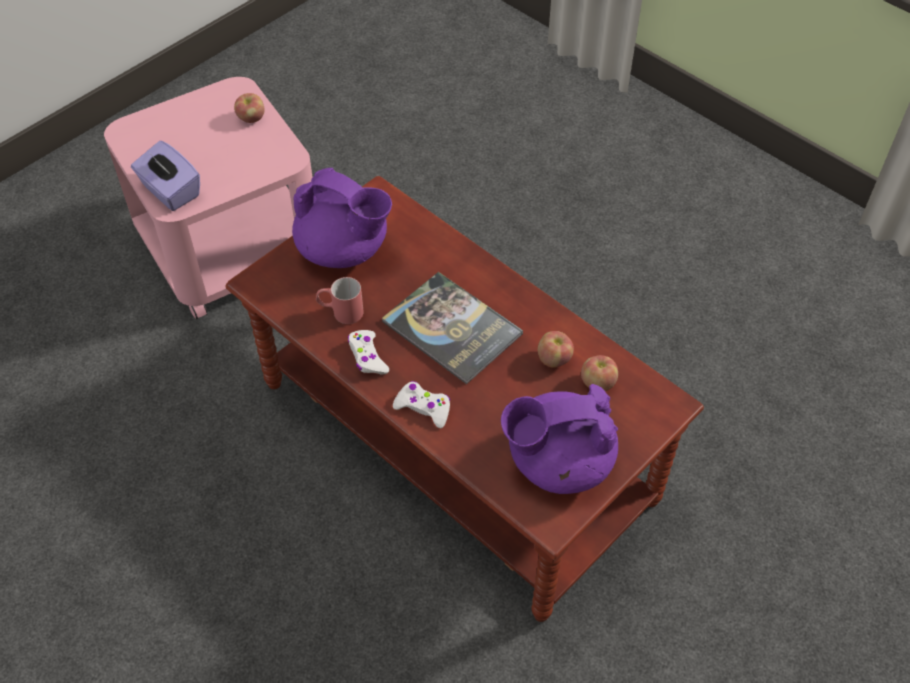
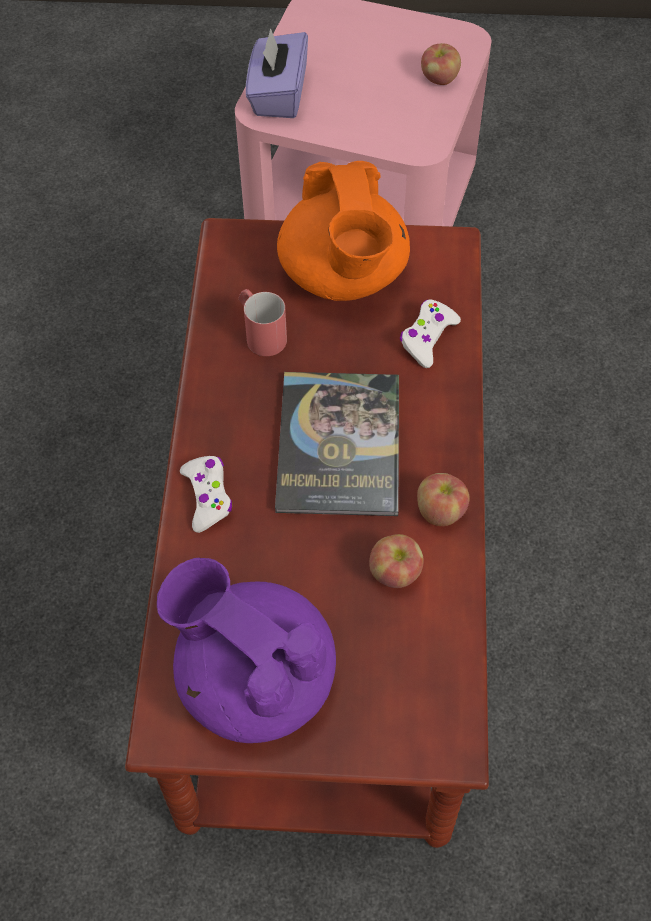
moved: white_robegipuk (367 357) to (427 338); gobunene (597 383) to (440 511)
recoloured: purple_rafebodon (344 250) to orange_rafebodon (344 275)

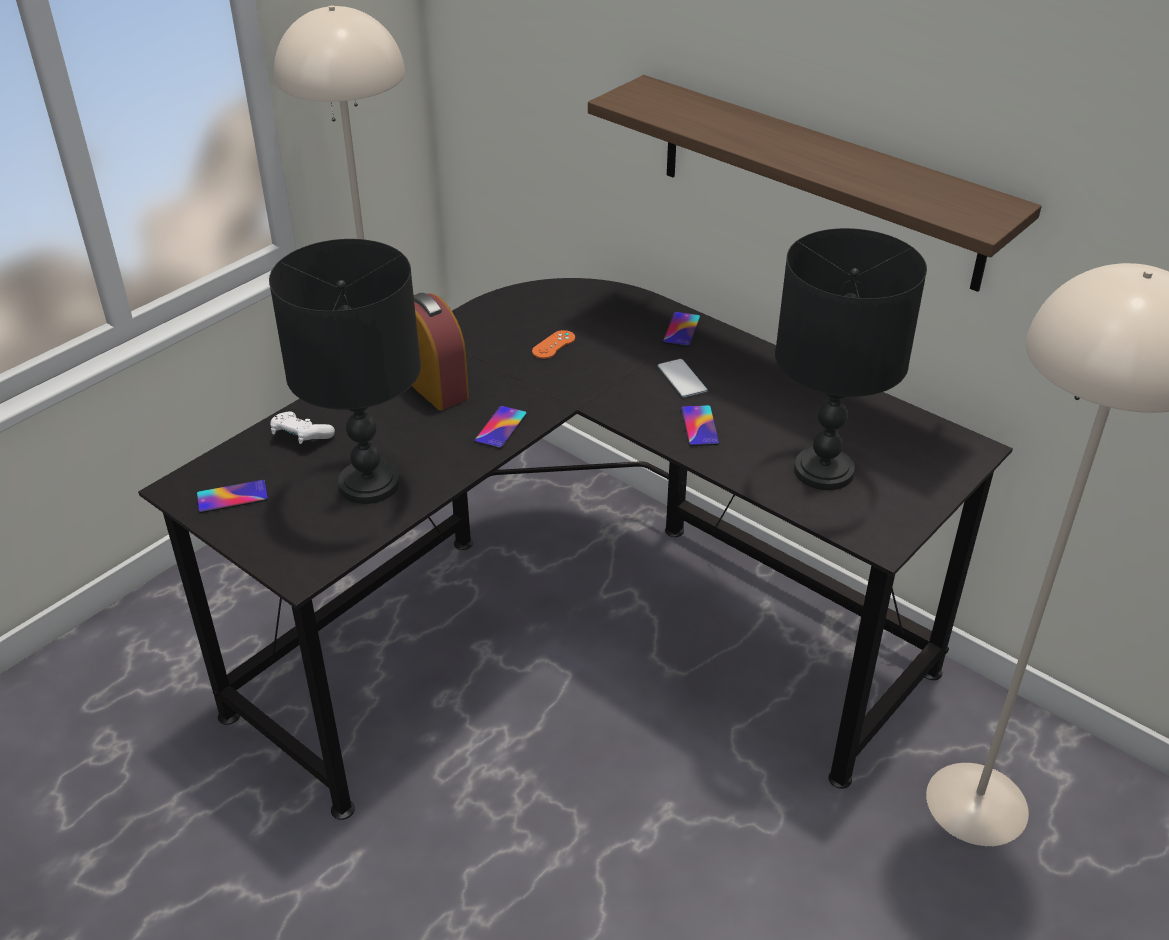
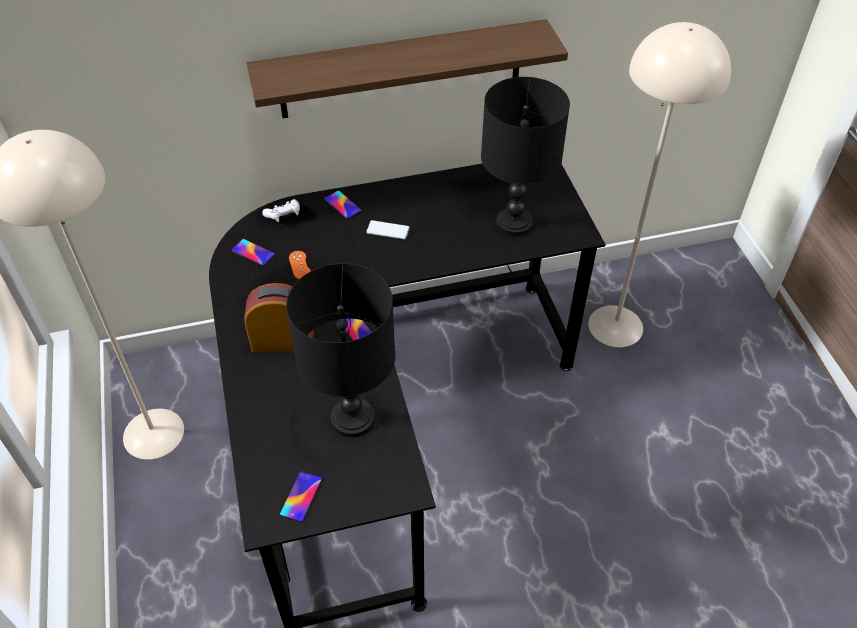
moved: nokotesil (699 426) to (253 253); white_robegipuk (301 437) to (284 216)

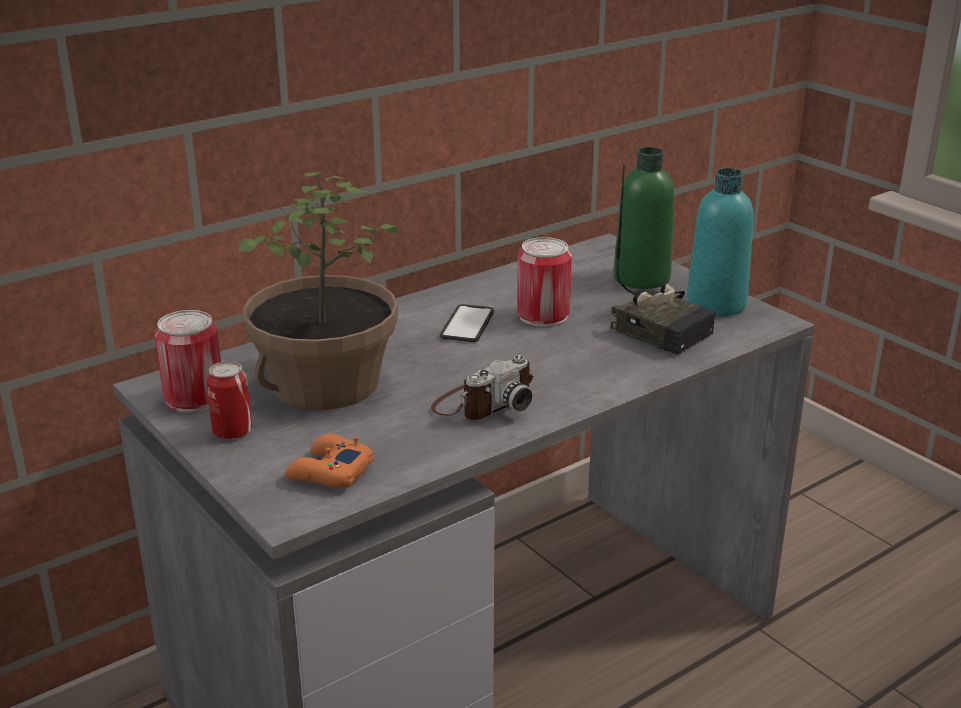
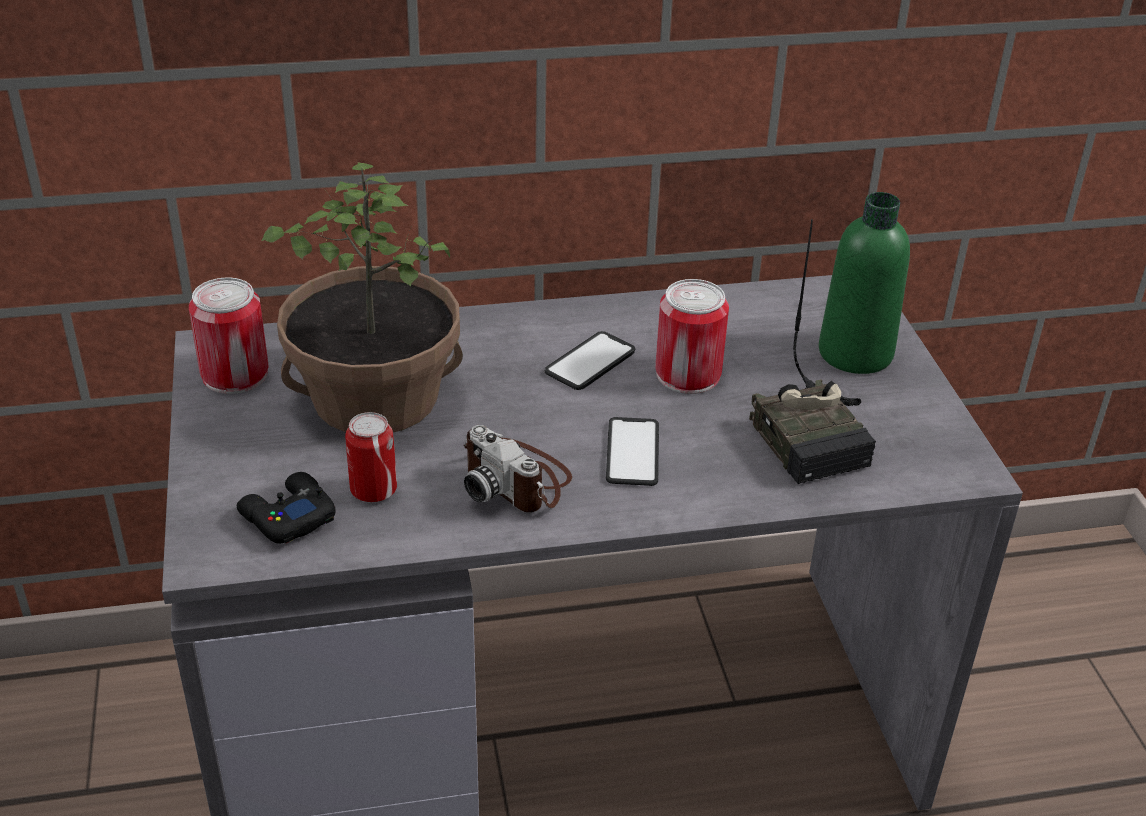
removed: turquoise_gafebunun (716 304)
added: nokotesil (632 453)
moved: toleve (232 432) to (373 490)
recoloured: orange_robegipuk (329 472) to black_robegipuk (287 516)
turned: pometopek (483 403) = (517 480) 60 degrees clockwise

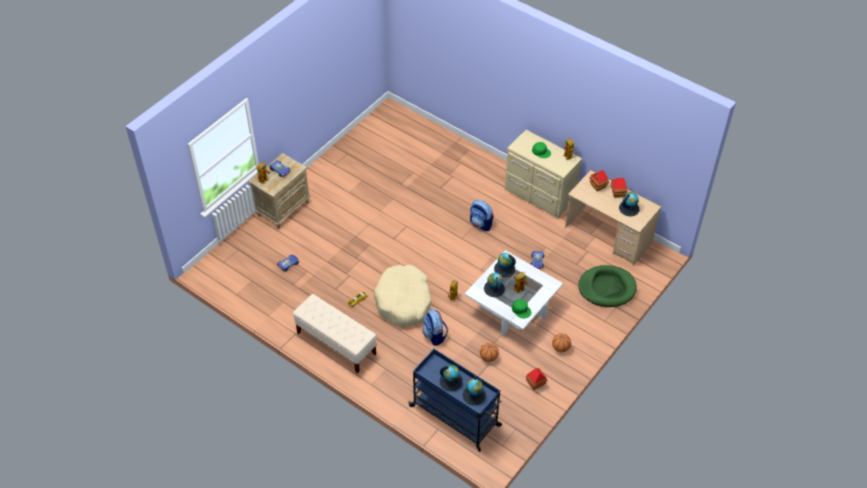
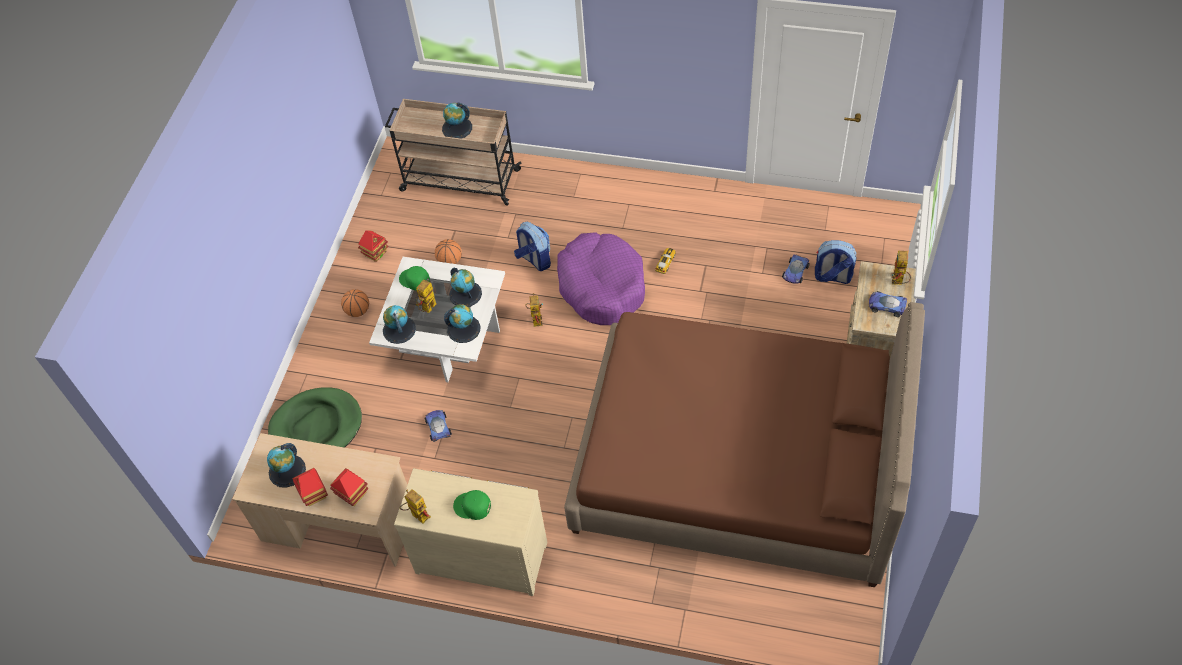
removed: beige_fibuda (336 344)
added: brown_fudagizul (737 464)
moved: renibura (474 395) to (399 330); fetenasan (481 224) to (832 276)
recoloured: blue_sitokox (456 416) to beige_sitokox (459 180); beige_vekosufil (403 301) to purple_vekosufil (602 286)

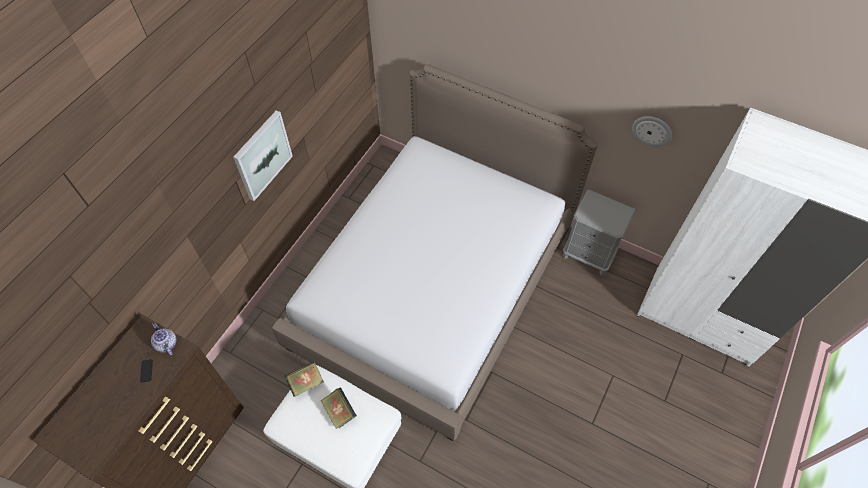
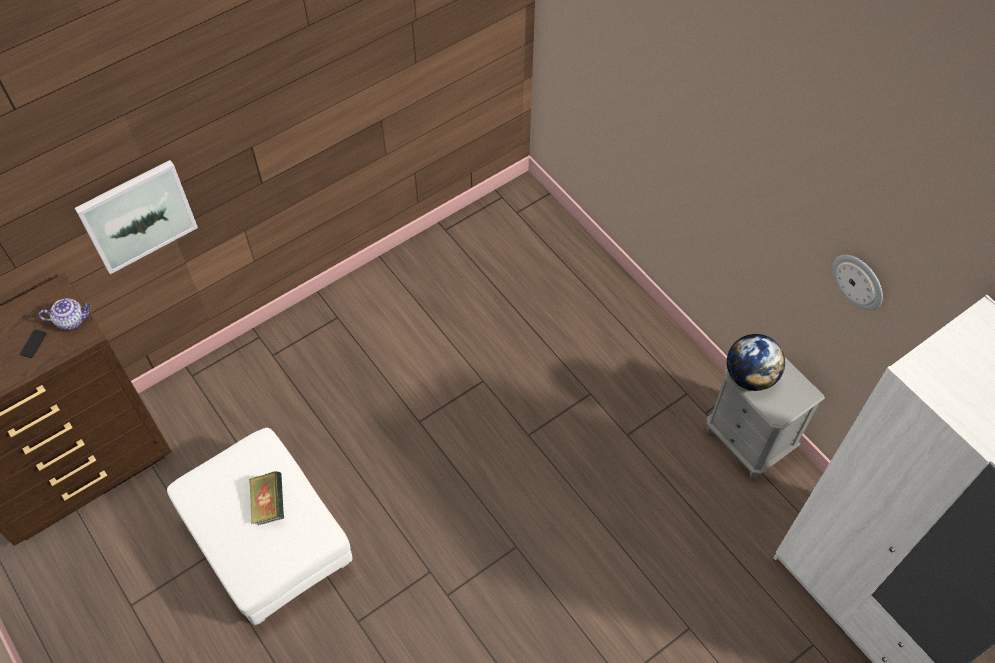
removed: fudagizul (434 287); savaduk (306 382)
added: renibura (750 376)
moved: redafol (262 155) to (137 215)
turned: rafebodon (166 343) = (72 320) 90 degrees clockwise

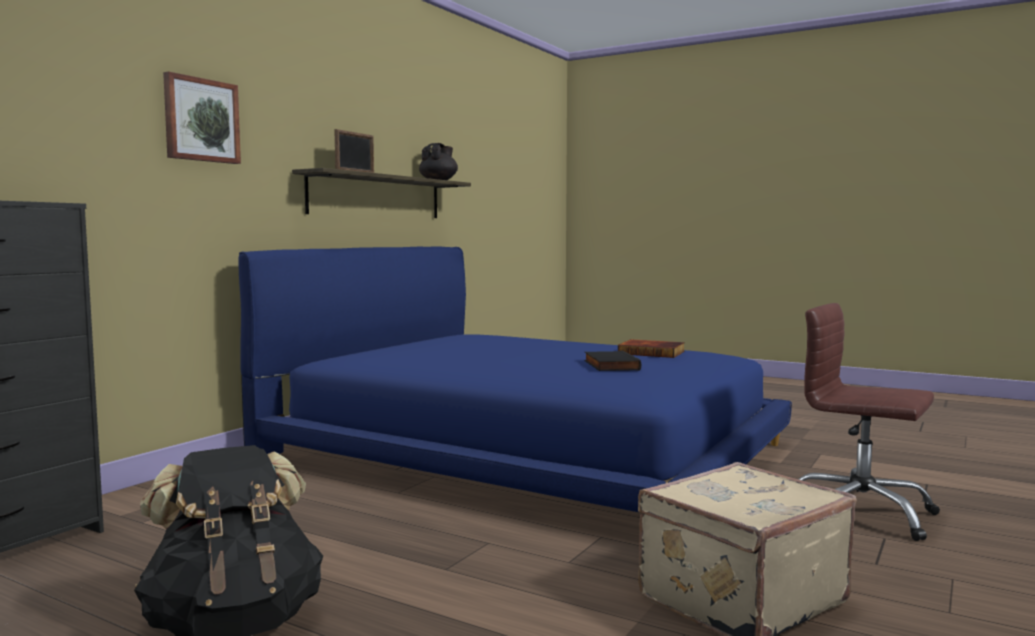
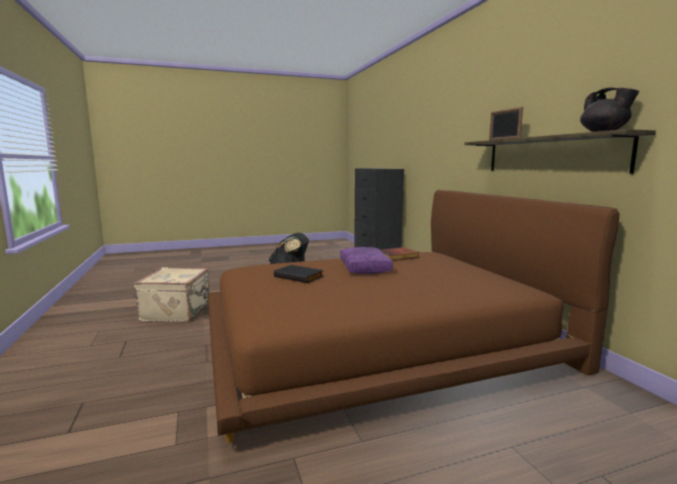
removed: redafol (201 120); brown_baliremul (860 513)
added: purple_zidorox (365 268)
moved: savaduk (652 352) to (397 257)
recoloured: blue_fudagizul (524 449) to brown_fudagizul (376 341)

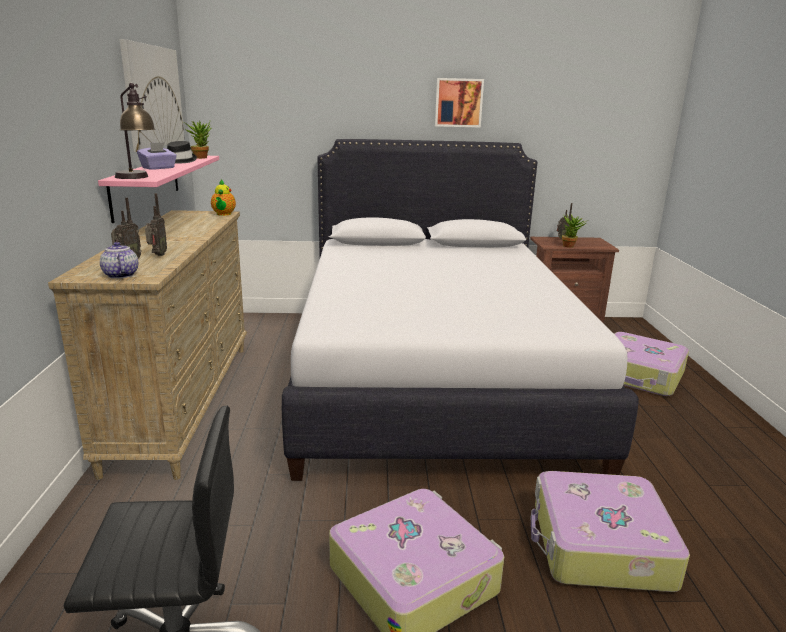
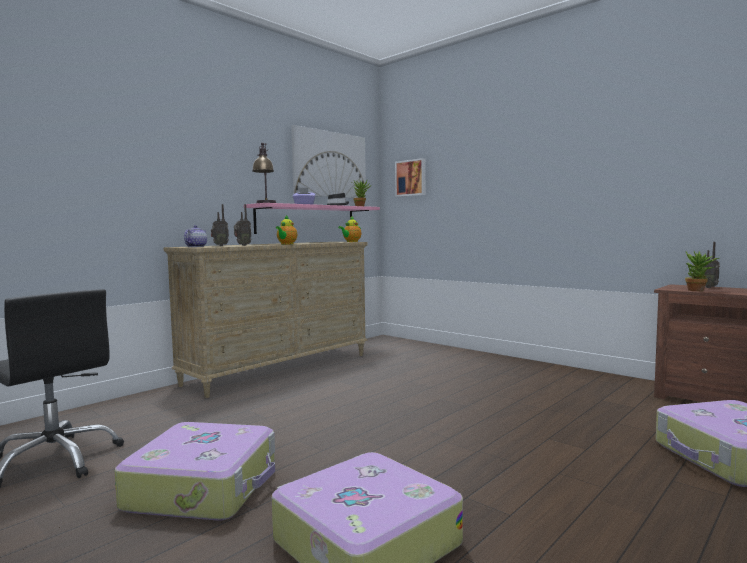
removed: white_fudagizul (432 376)
added: rafebodon (286 244)
moved: redafol (458 102) to (411 178)

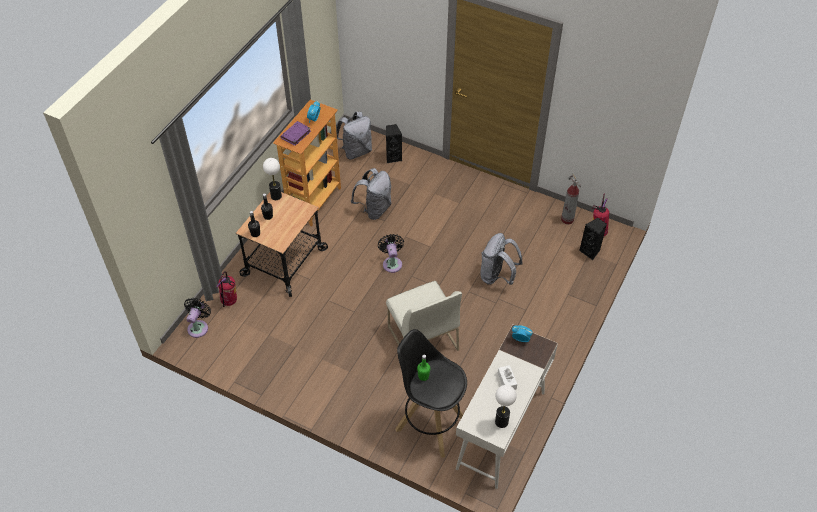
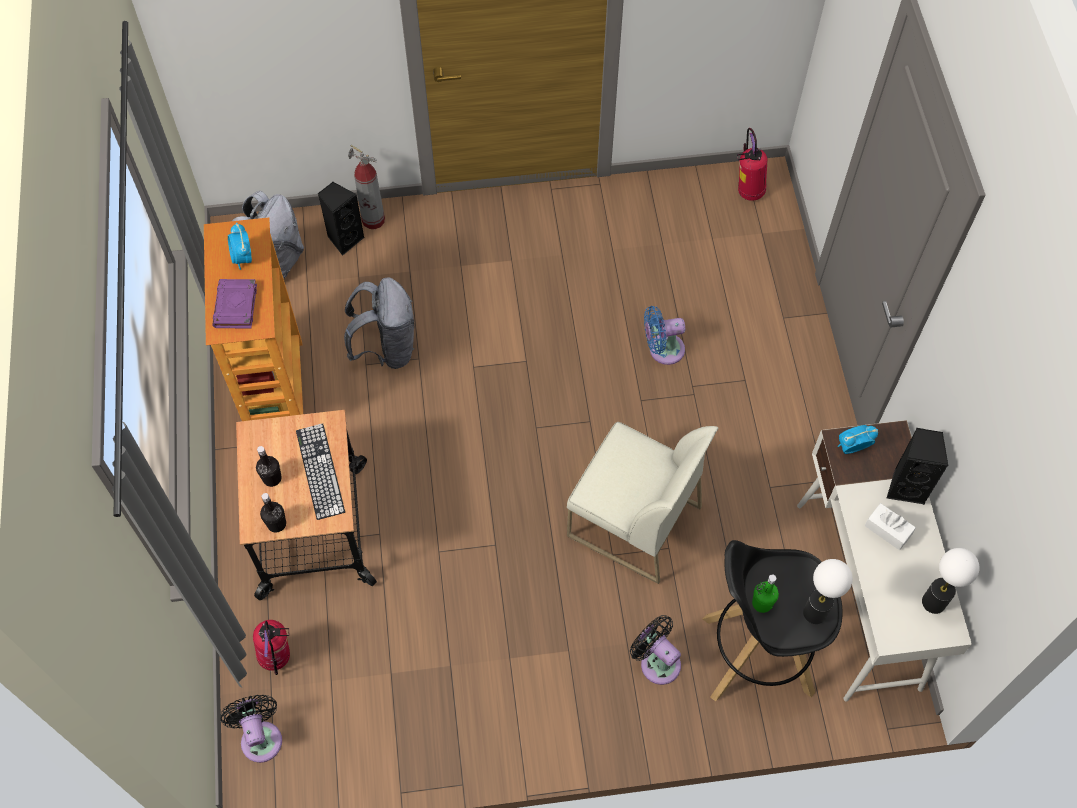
added: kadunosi (320 471)
moved: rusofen (567 219) to (373 220); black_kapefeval (392 263) to (657 661); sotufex (276 196) to (814 613); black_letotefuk (590 251) to (906 486)
replaced: grey_fetenasan (497 276) to blue_kapefeval (662 350)

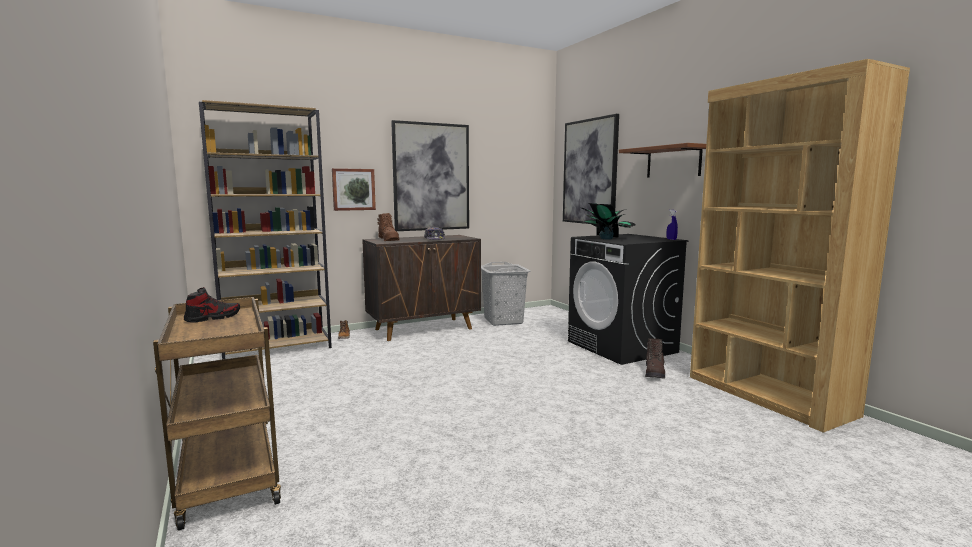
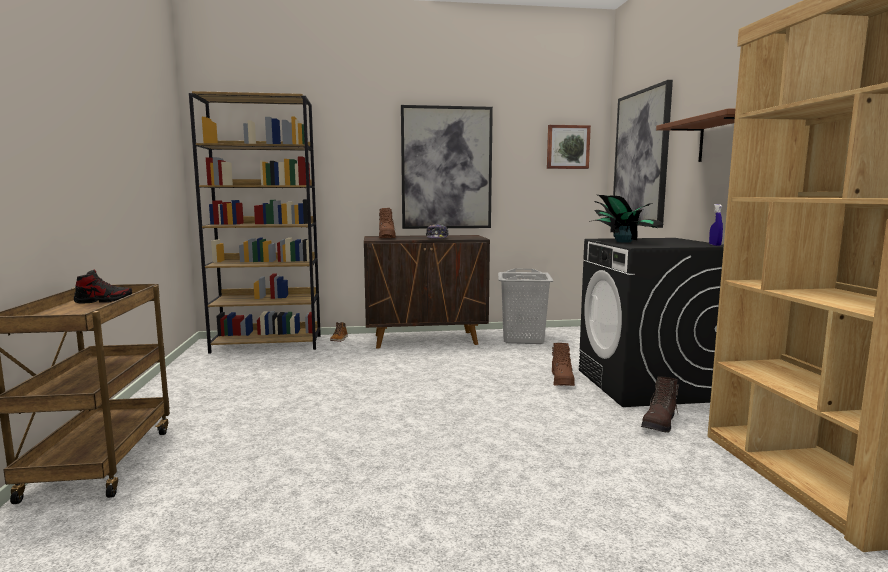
added: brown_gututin (562 380)
moved: redafol (353 189) to (567 147)

